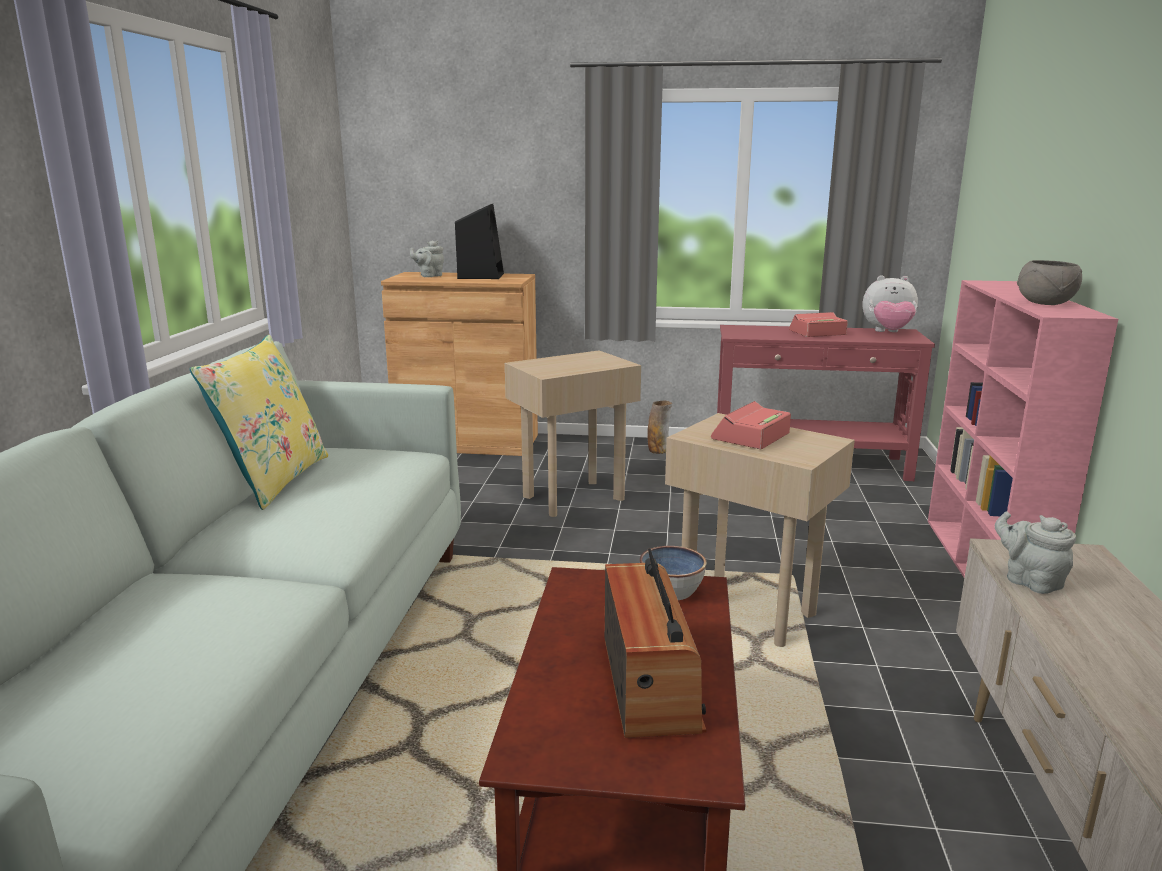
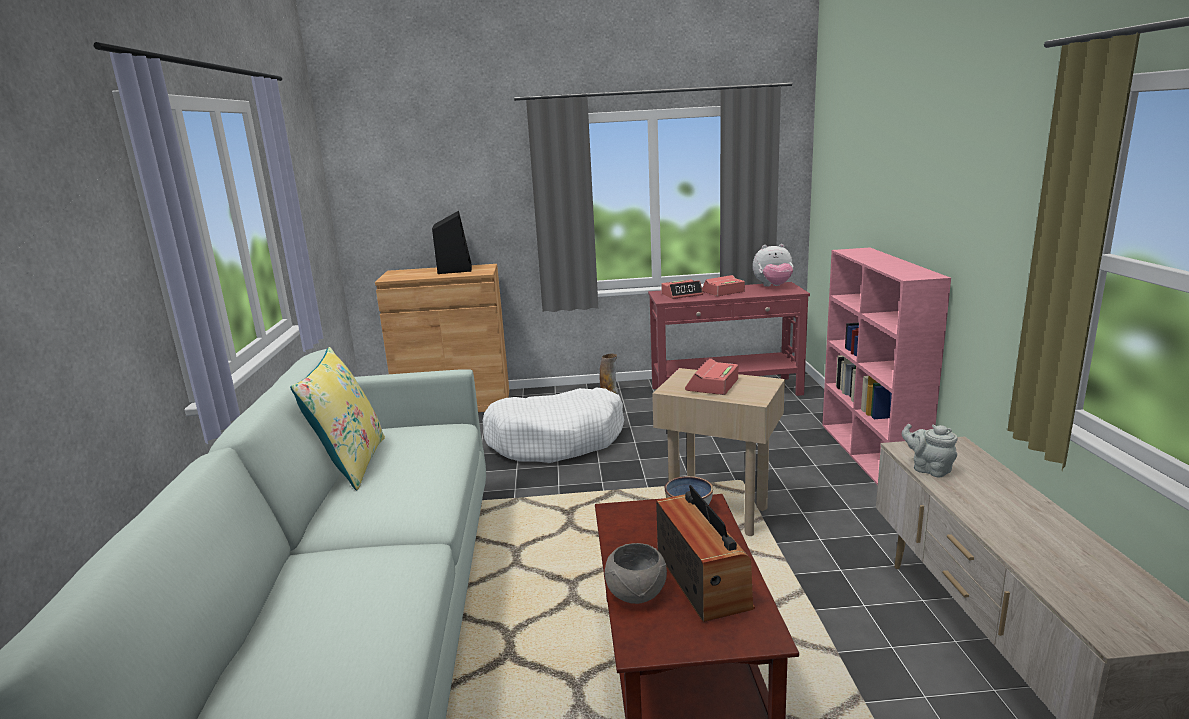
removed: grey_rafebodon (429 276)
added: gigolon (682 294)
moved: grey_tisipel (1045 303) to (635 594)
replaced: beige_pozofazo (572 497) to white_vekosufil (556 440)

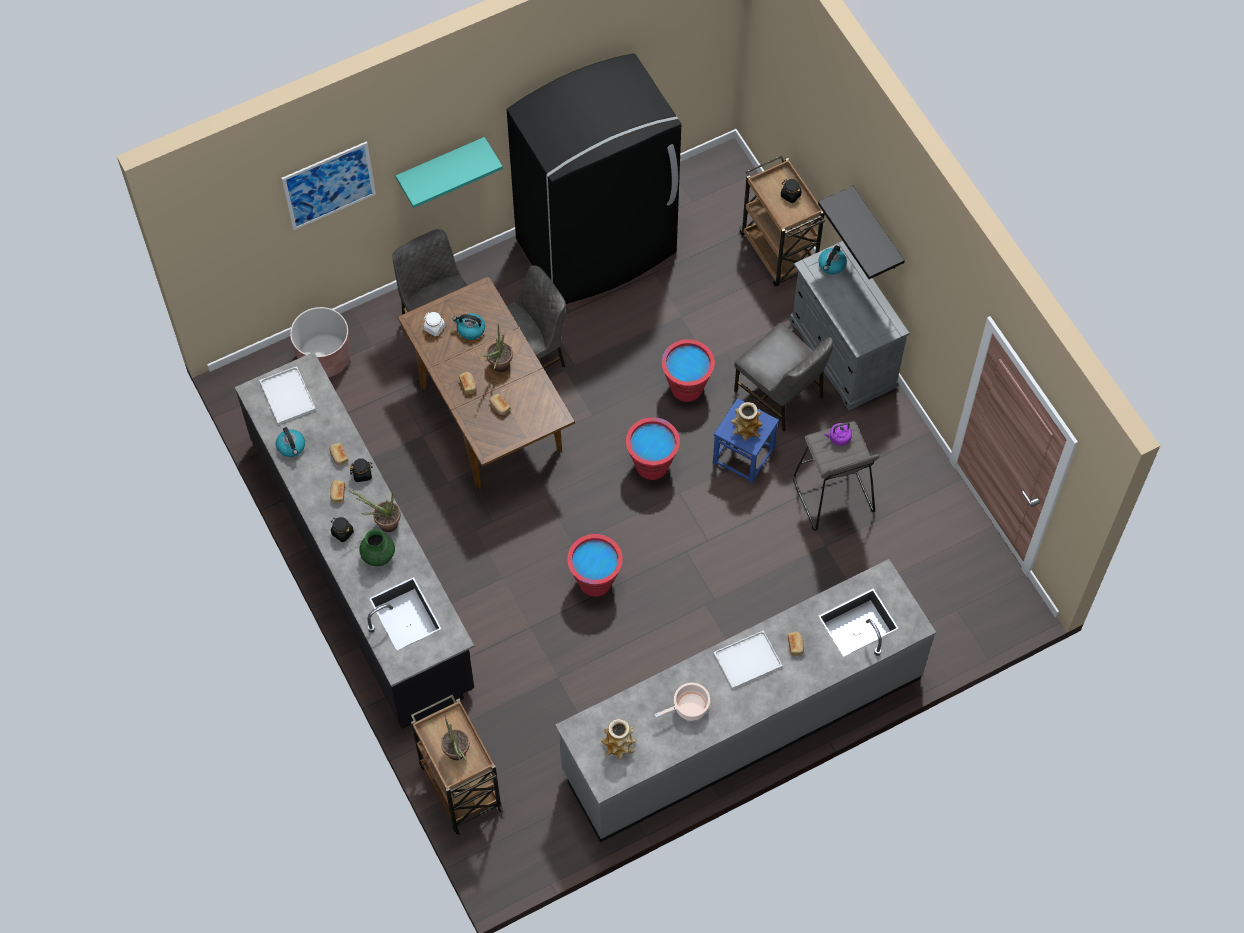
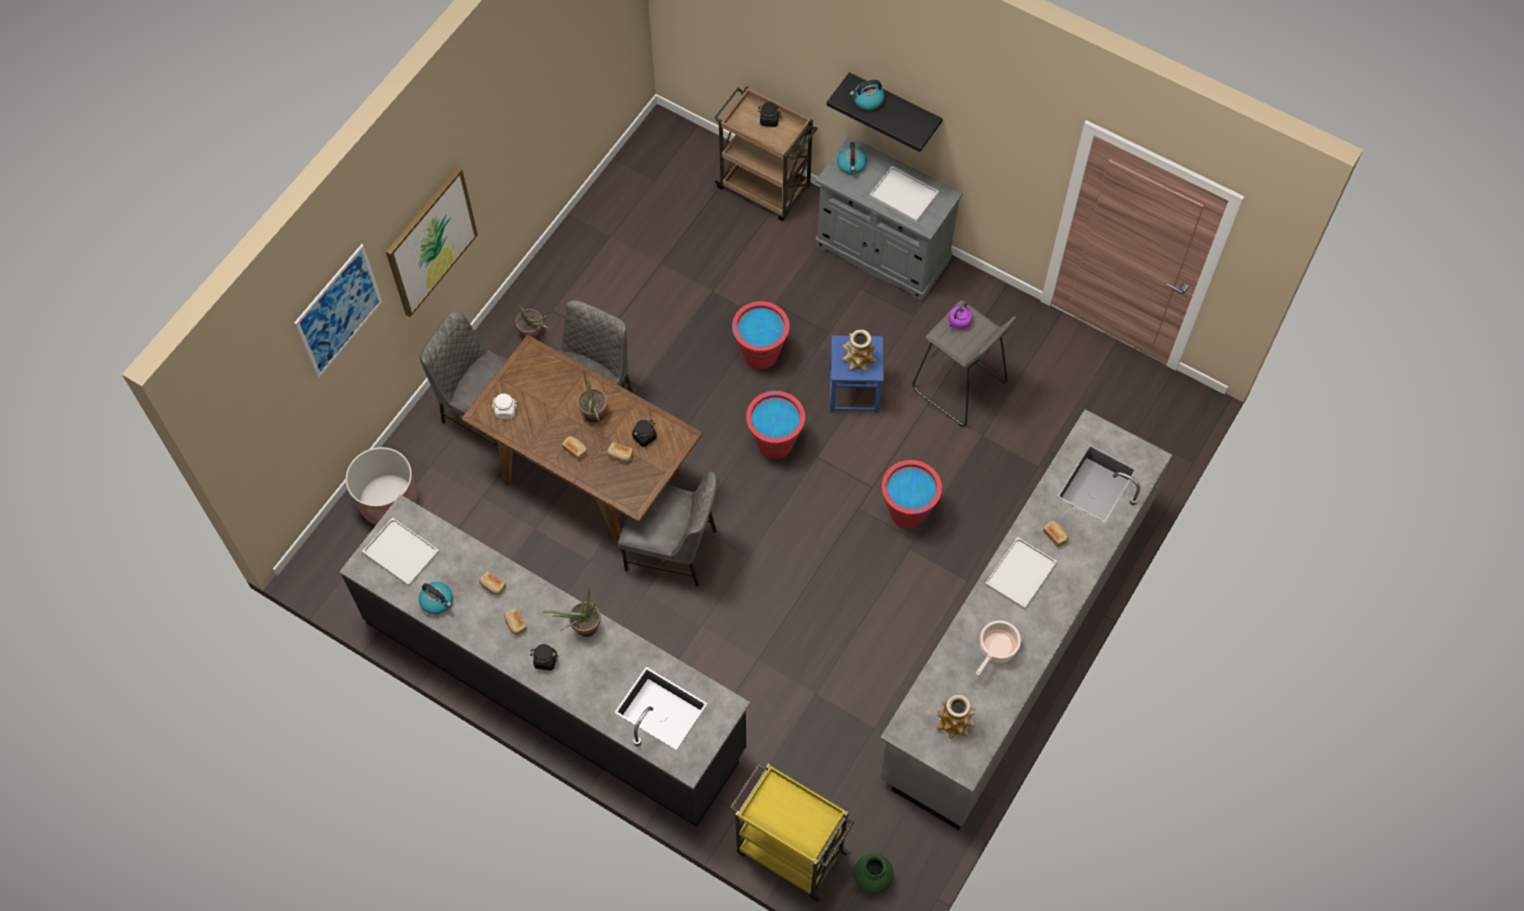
removed: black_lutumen (597 248)
added: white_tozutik (905 195)
moved: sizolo (457 755) to (534 335); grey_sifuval (780 394) to (673 550); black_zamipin (362 474) to (644 437); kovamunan (470 330) to (867 100); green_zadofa (378 556) to (872 878); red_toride (595 581) to (907 512)
replaced: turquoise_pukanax (441 165) to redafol (431 241)
recoloured: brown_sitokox (460 785) to yellow_sitokox (789 851)

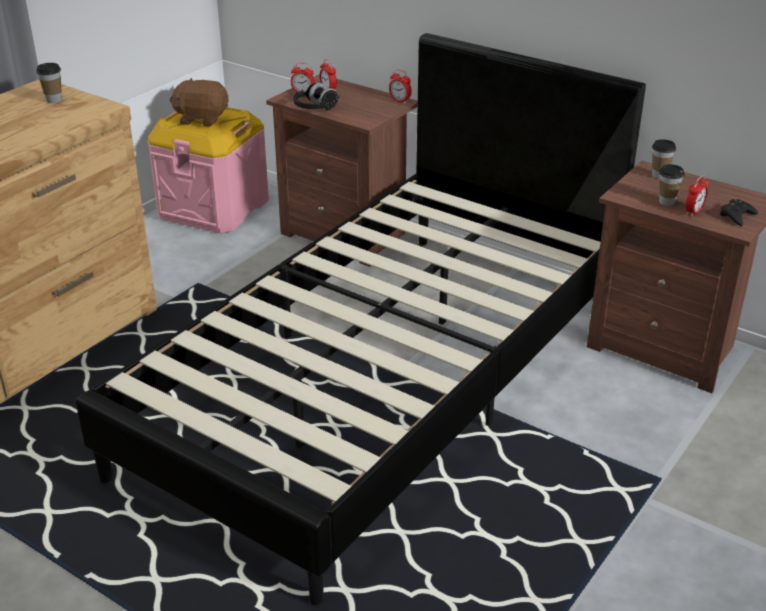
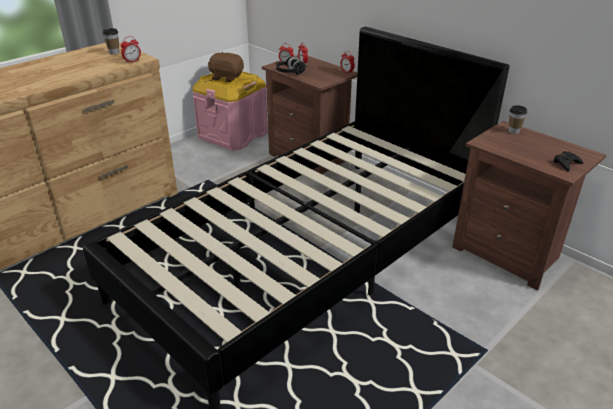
removed: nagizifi (666 202)
moved: gigolon (694 212) to (132 61)

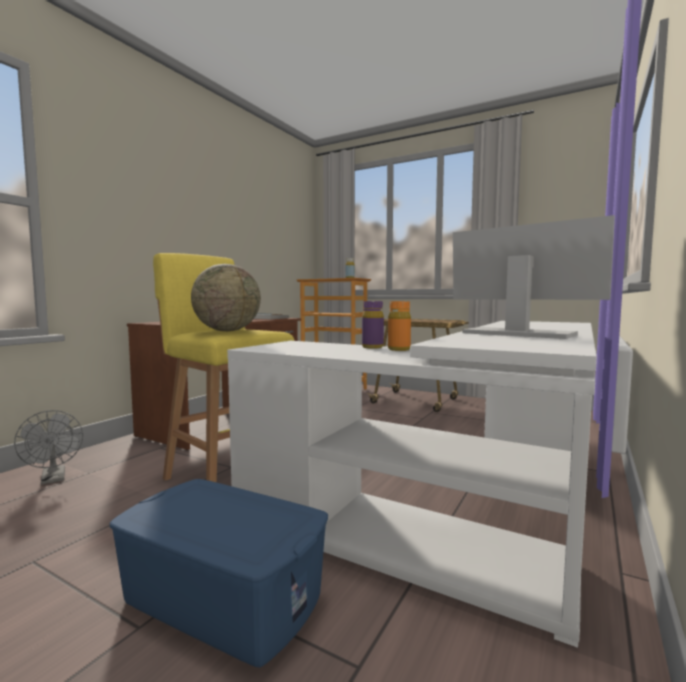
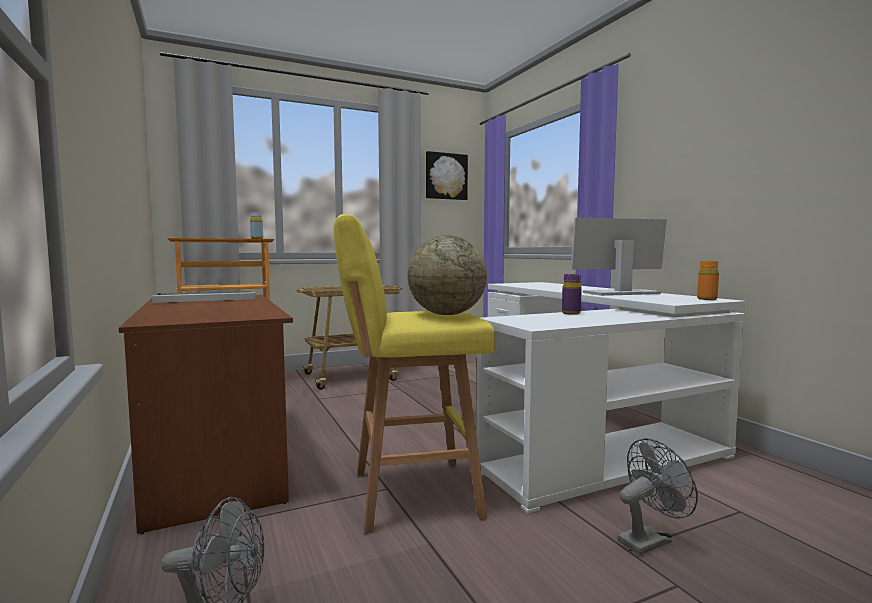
added: redafol (445 176)
moved: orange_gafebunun (399 349) to (707 299)
replaced: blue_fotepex (223 596) to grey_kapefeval (649 540)

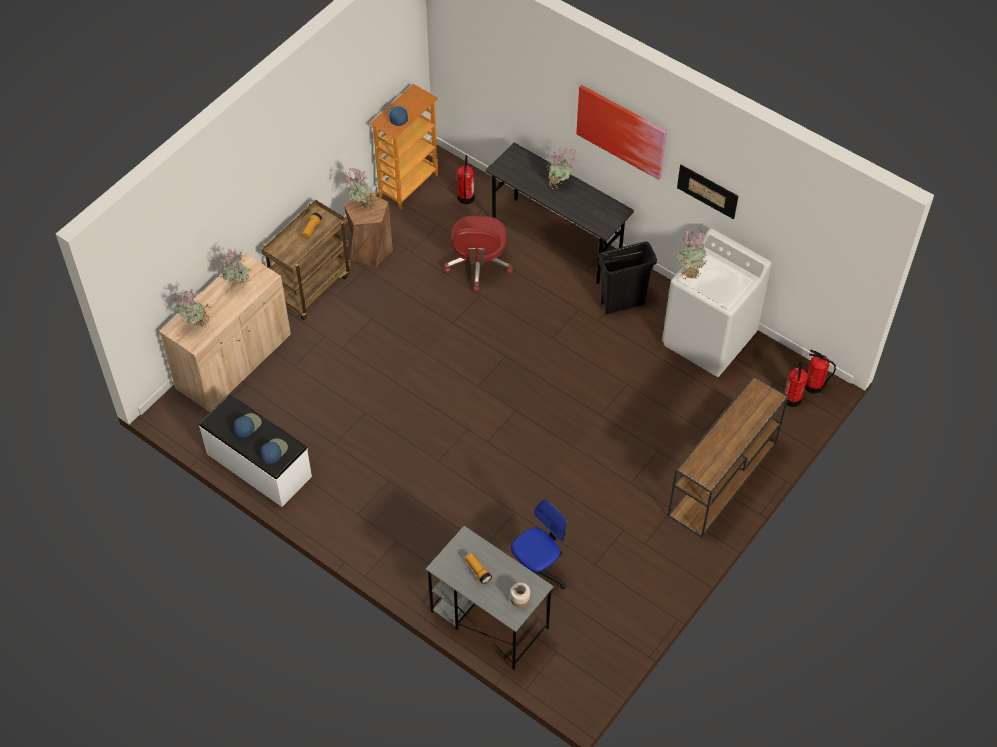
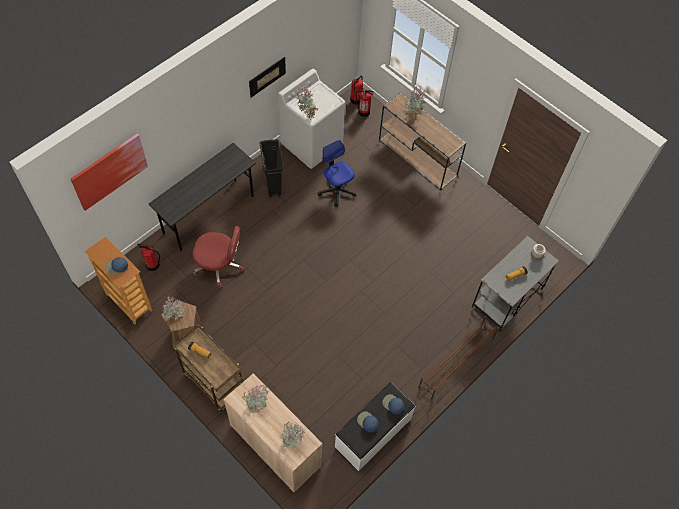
added: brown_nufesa (455 363)
moved: redafol (621 131) to (109 171); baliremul (537 571) to (337 190); sizolo (560 184) to (412 115)

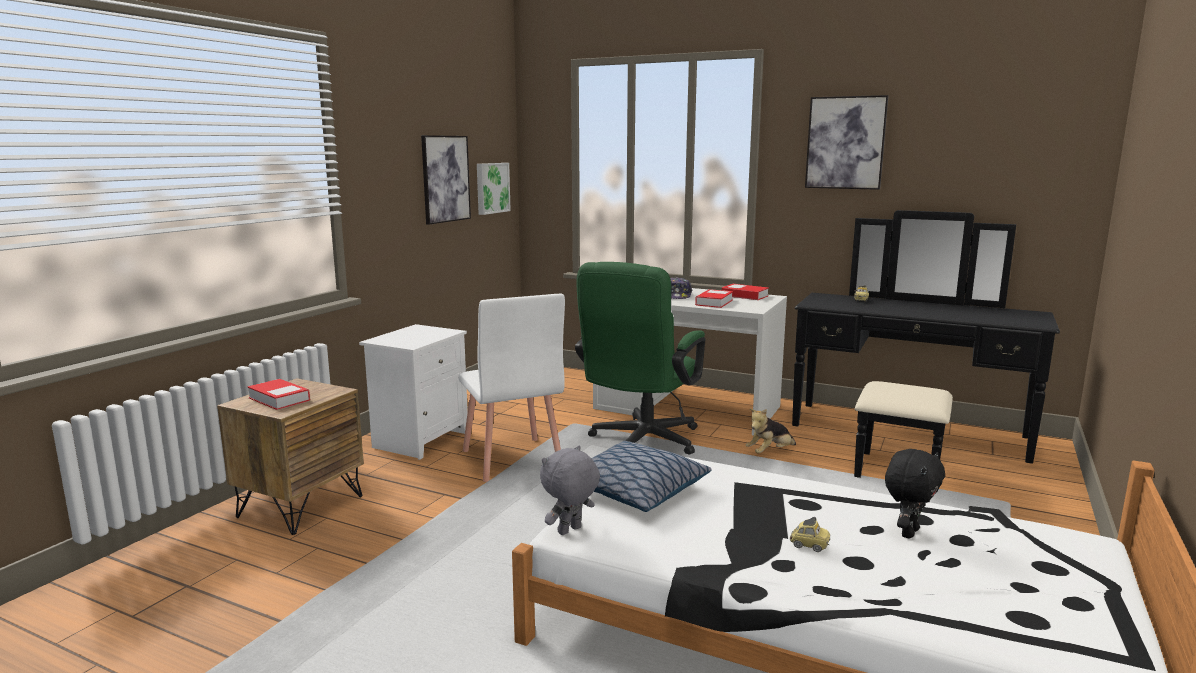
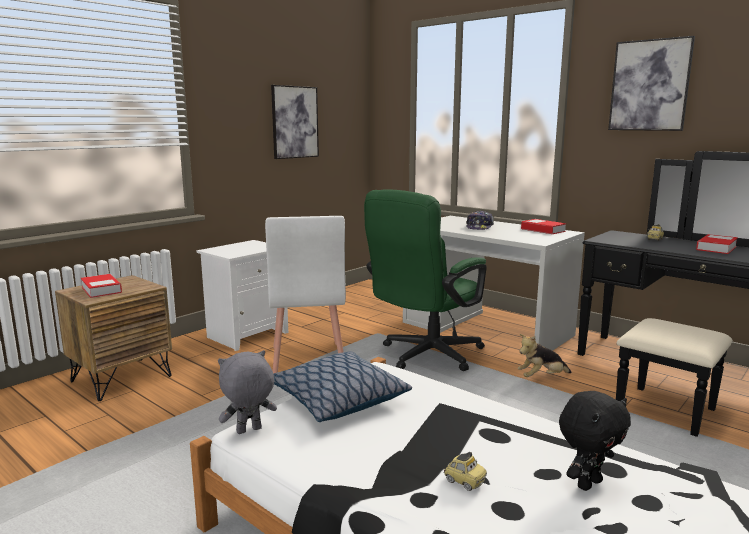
removed: redafol (491 188)
moved: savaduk (714 302) to (716 248)

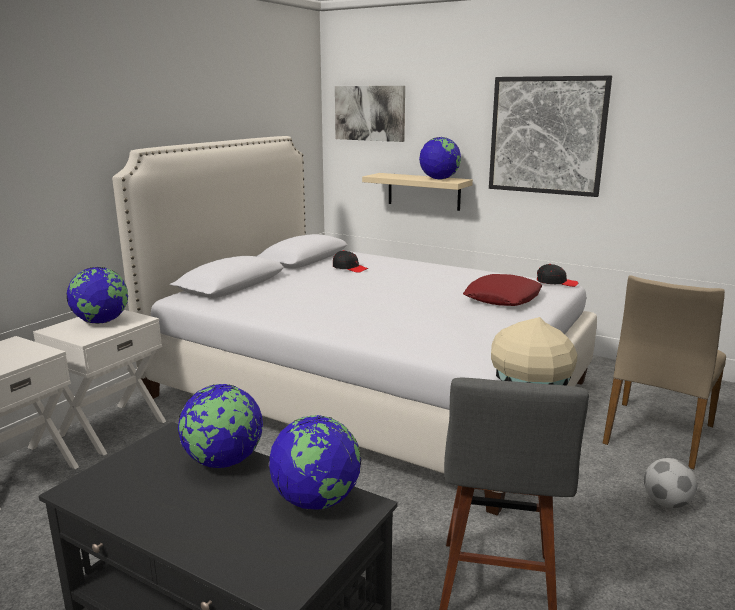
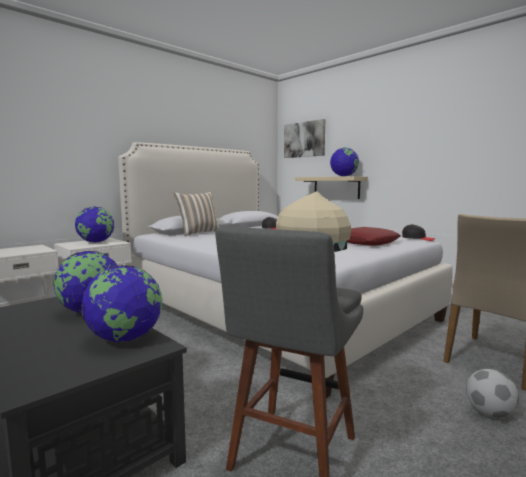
removed: redafol (547 135)
added: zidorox (198 233)

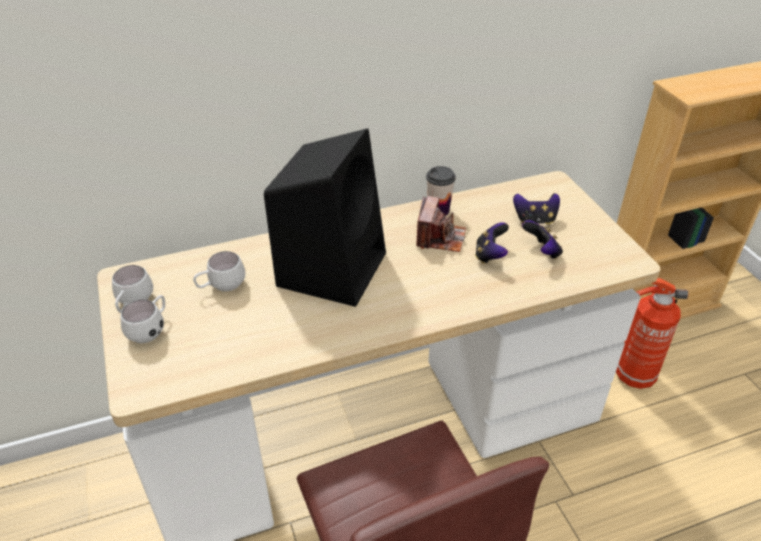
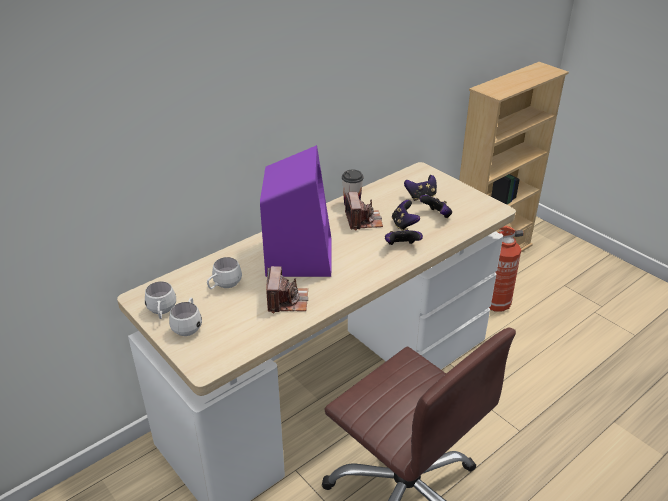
added: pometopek (287 301); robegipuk (401 246)
recoloured: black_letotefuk (332 267) to purple_letotefuk (298 255)

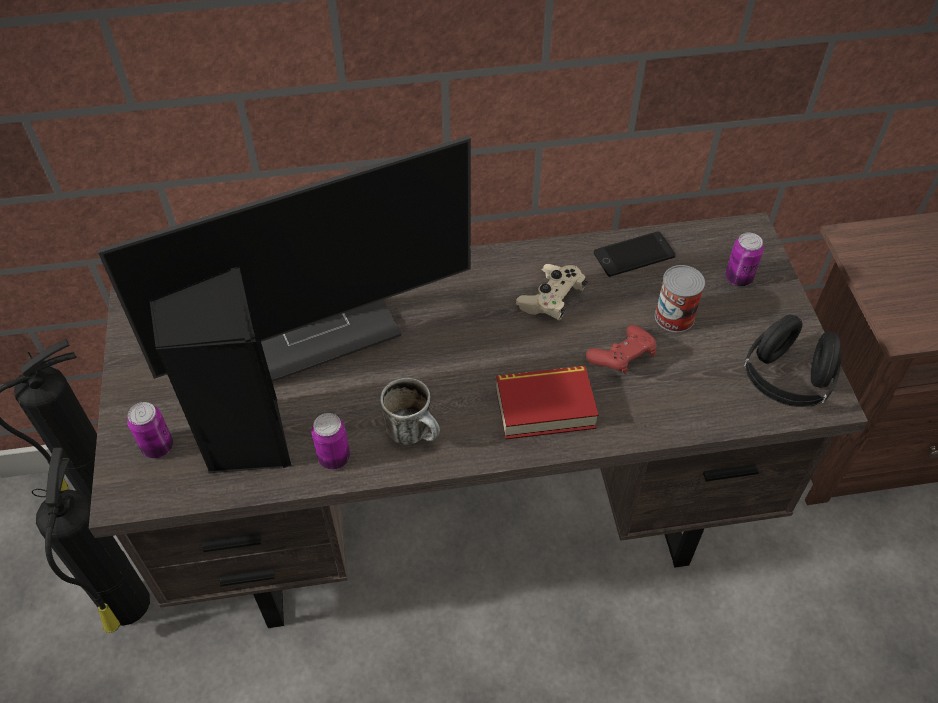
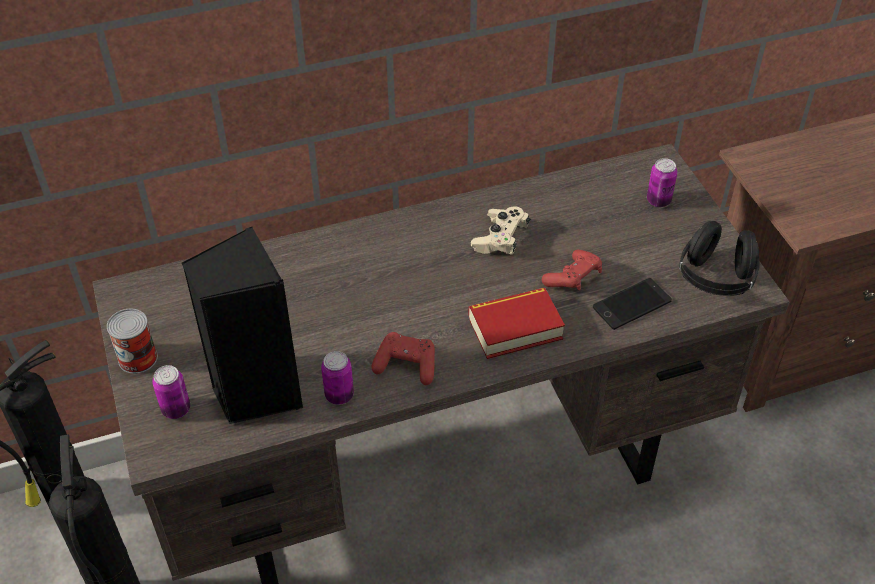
removed: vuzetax (318 327)
moved: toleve (674 317) to (138 358); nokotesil (634 255) to (632 304)
replaced: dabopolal (415 434) to red_robegipuk (406 365)

